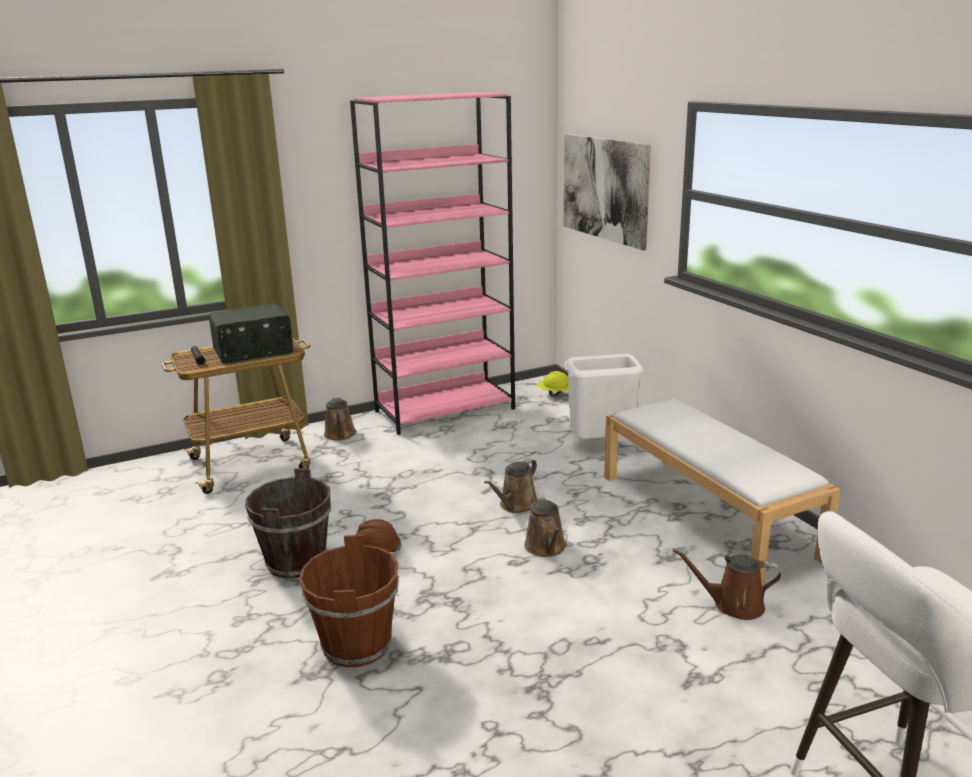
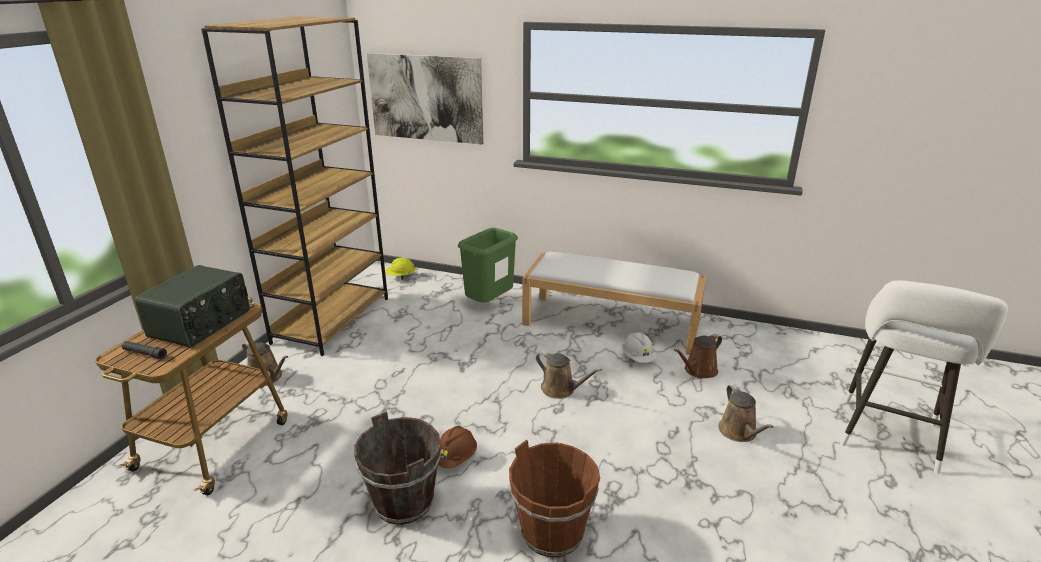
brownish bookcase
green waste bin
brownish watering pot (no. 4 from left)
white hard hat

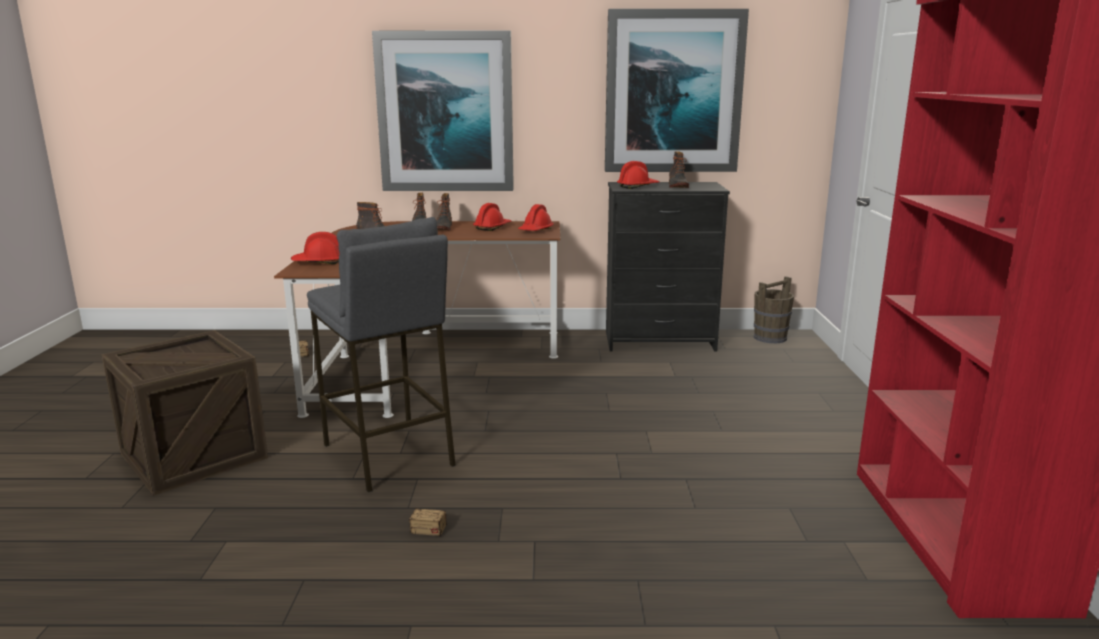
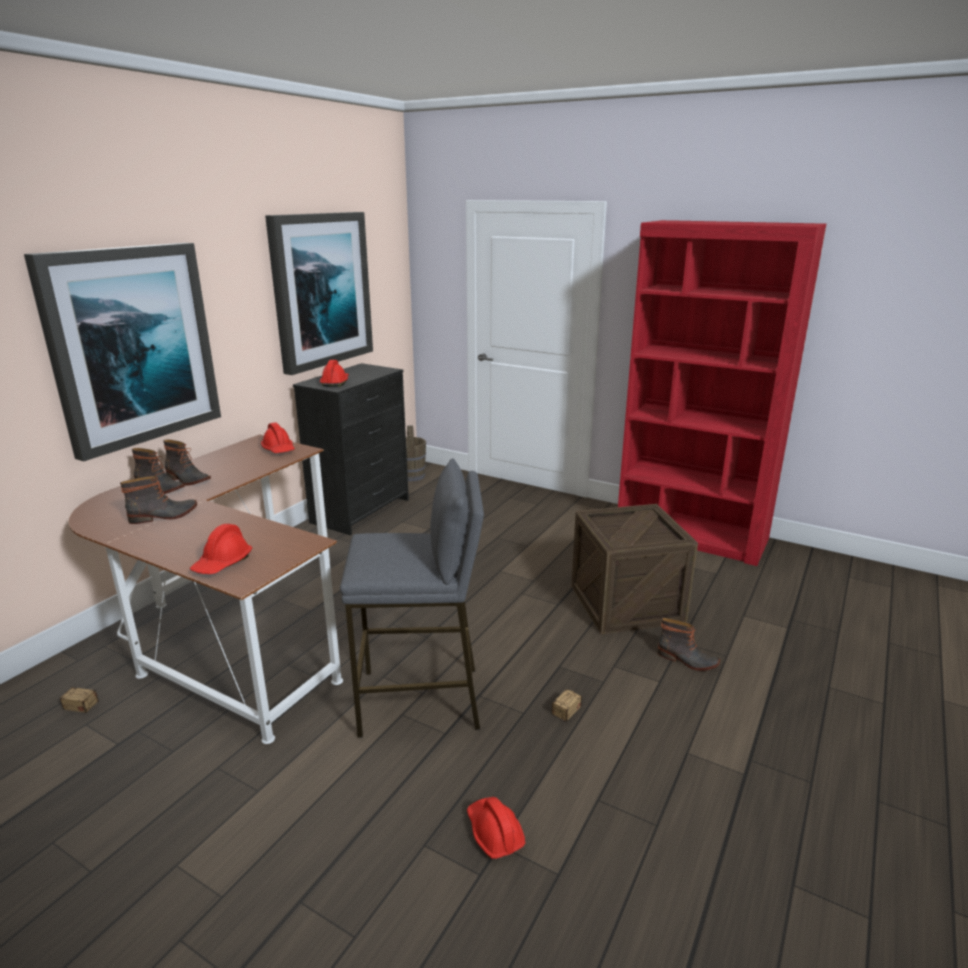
tall boot (no. 4 from left)
reddish hard hat (no. 4 from left)
packing crate

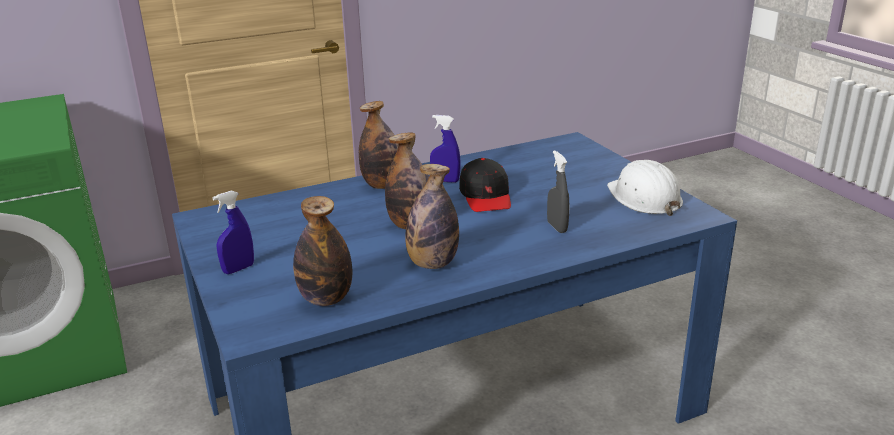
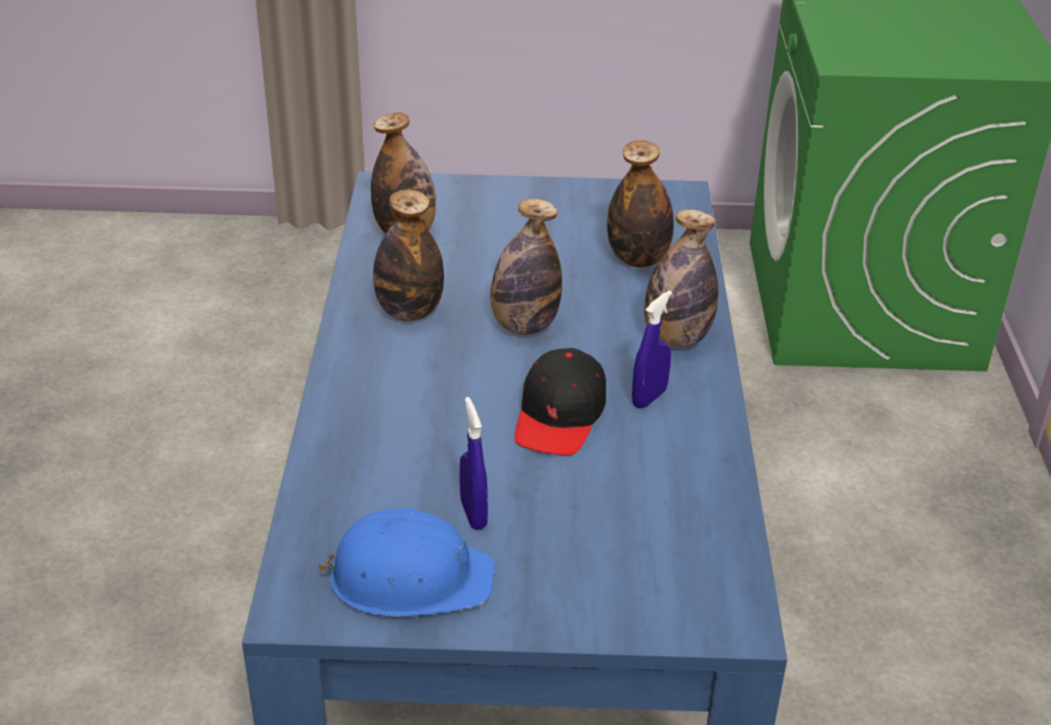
greyish spray bottle
blackish cap
blue-coloured hard hat
blue-coloured spray bottle (no. 1 from left)
drink bottle (no. 4 from left)

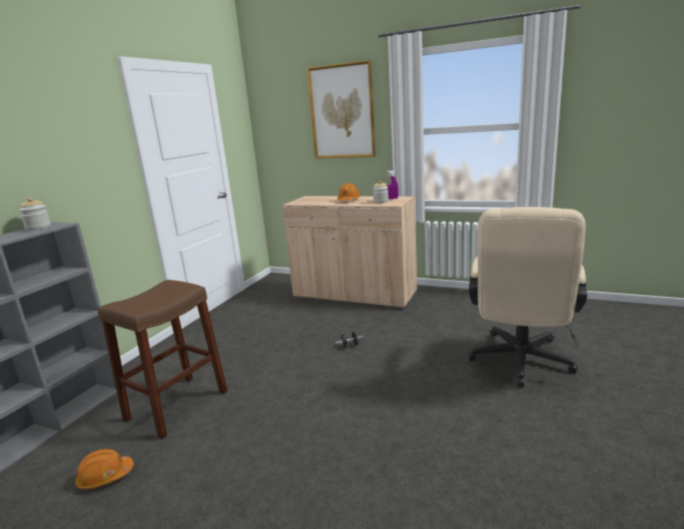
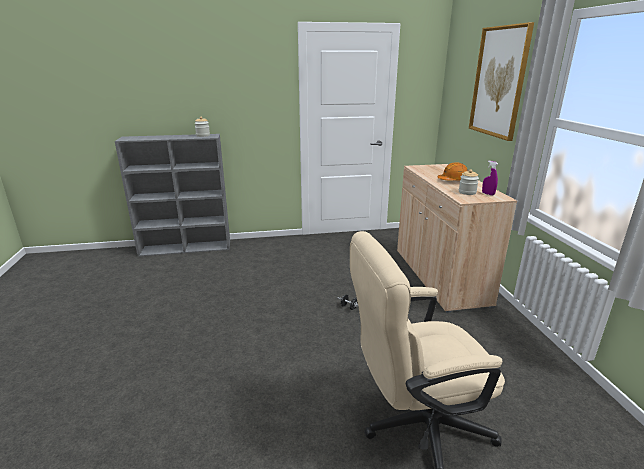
brownish sitting stool
orange hard hat (no. 1 from left in the first image)

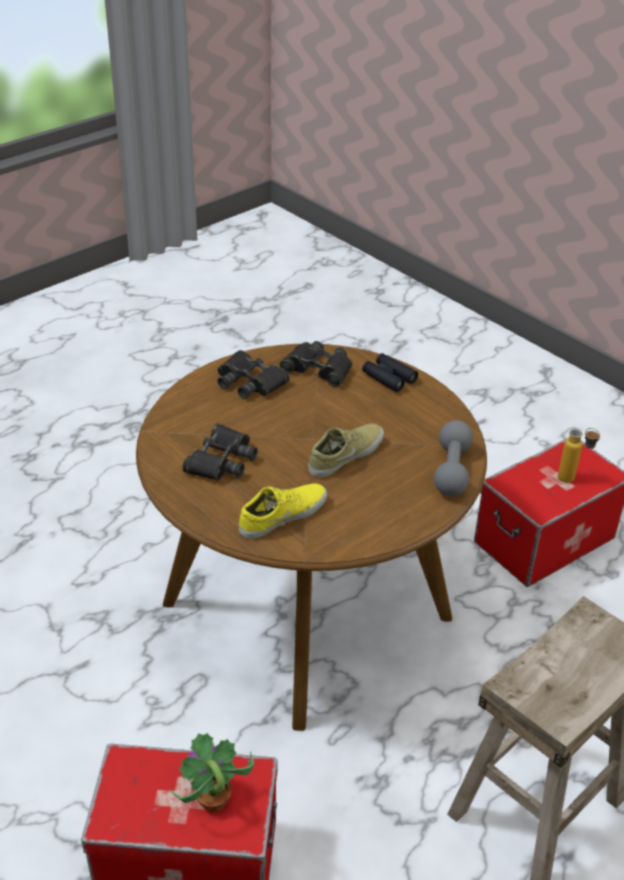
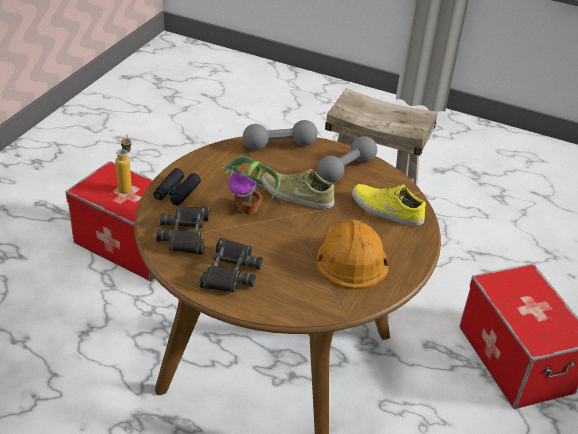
orange hard hat
houseplant
greyish hand weight (no. 2 from left)

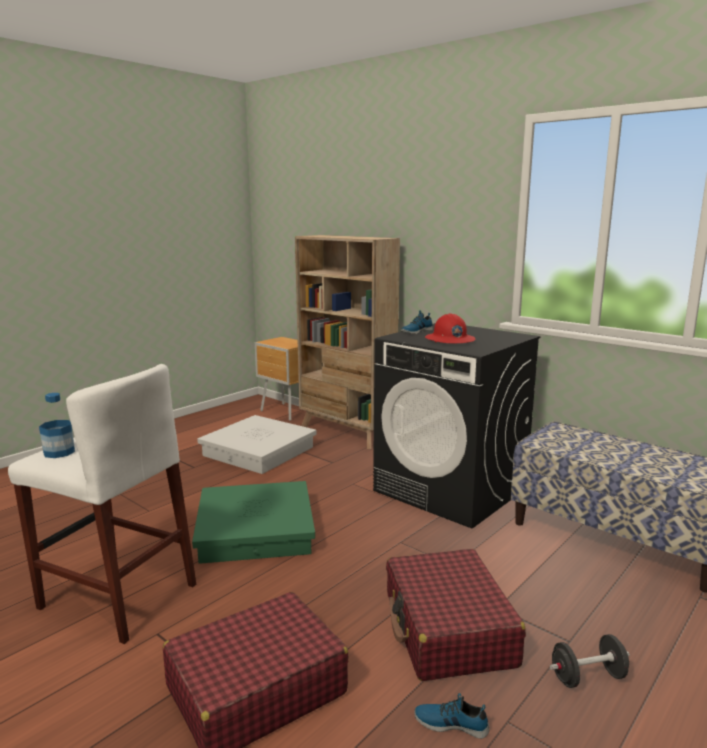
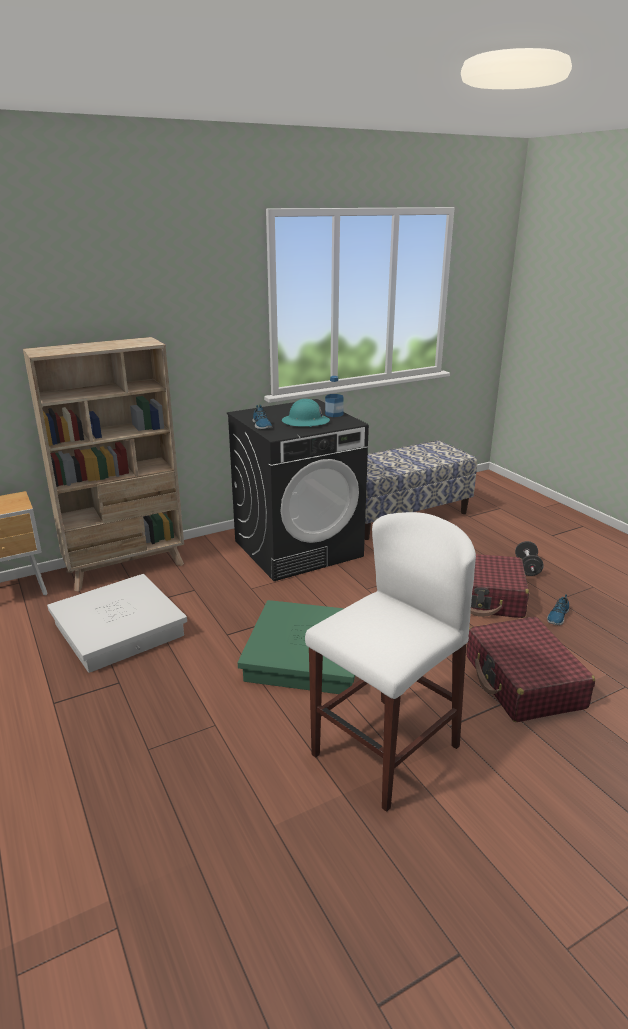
turquoise hard hat
drink bottle

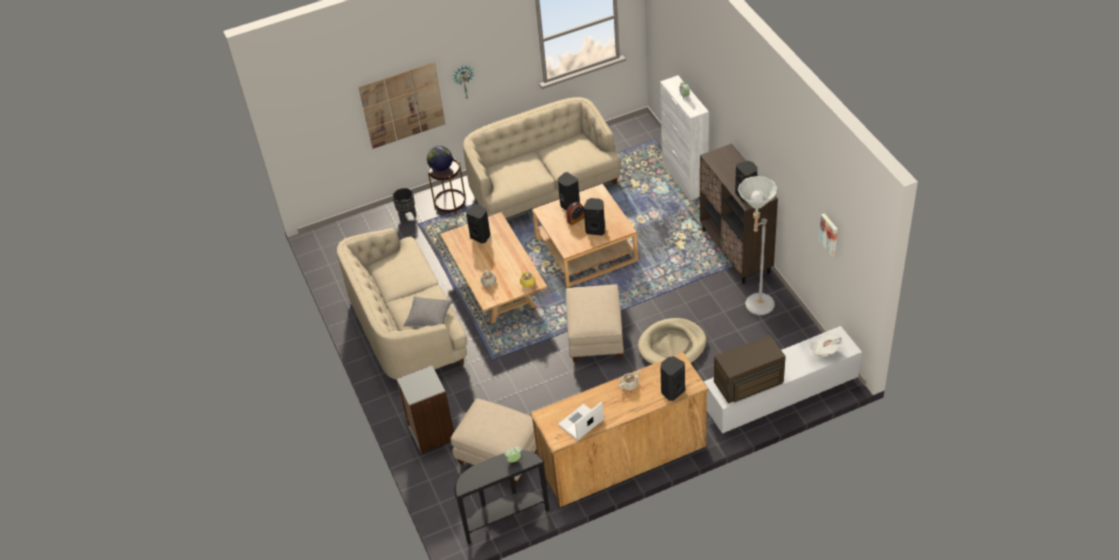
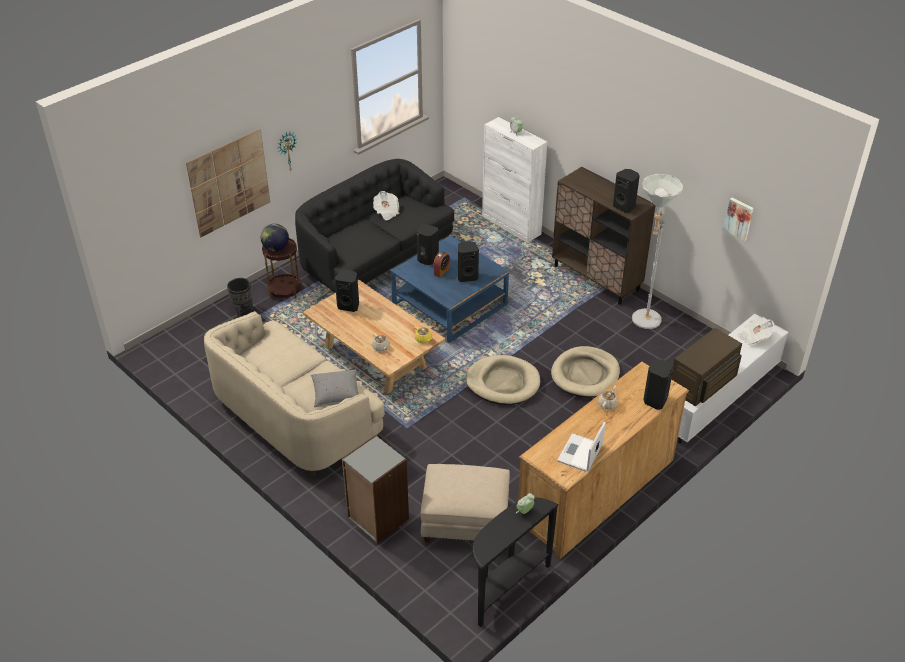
blackish sofa
blue-coloured low table
beige pet bed (no. 1 from left)
daily paper (no. 1 from left)

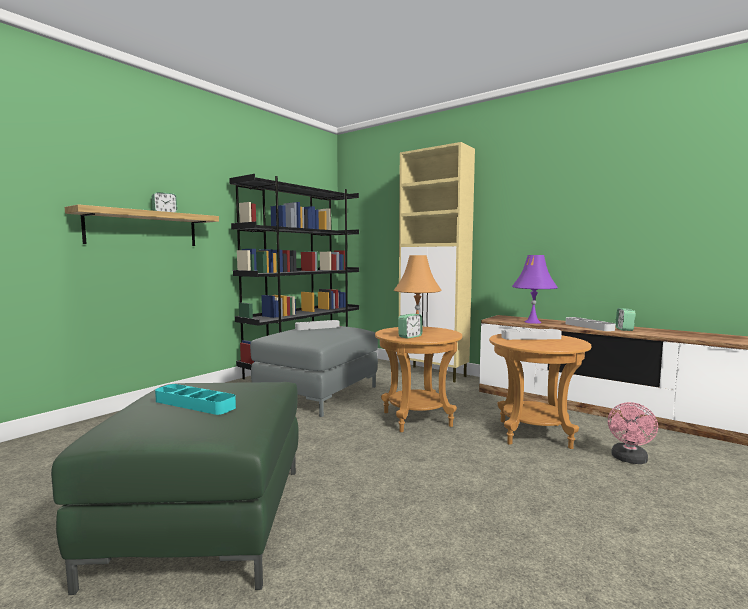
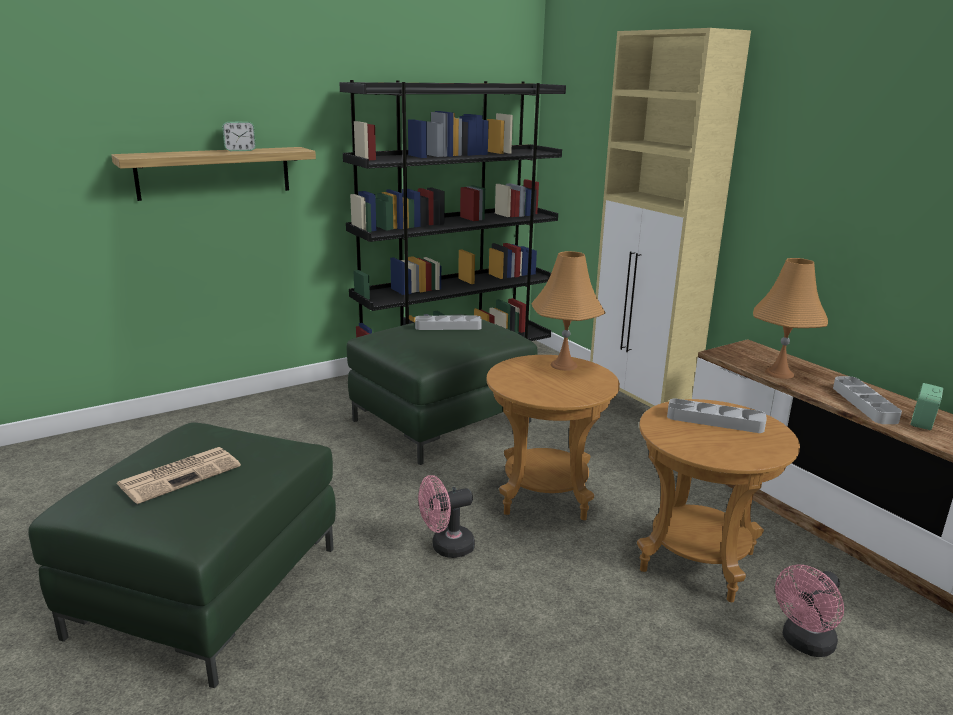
orange tabletop lamp (no. 2 from left)
alarm clock (no. 2 from left in the first image)
green pouffe (no. 2 from left)
daily paper
pink-coloured cooling fan (no. 1 from left)

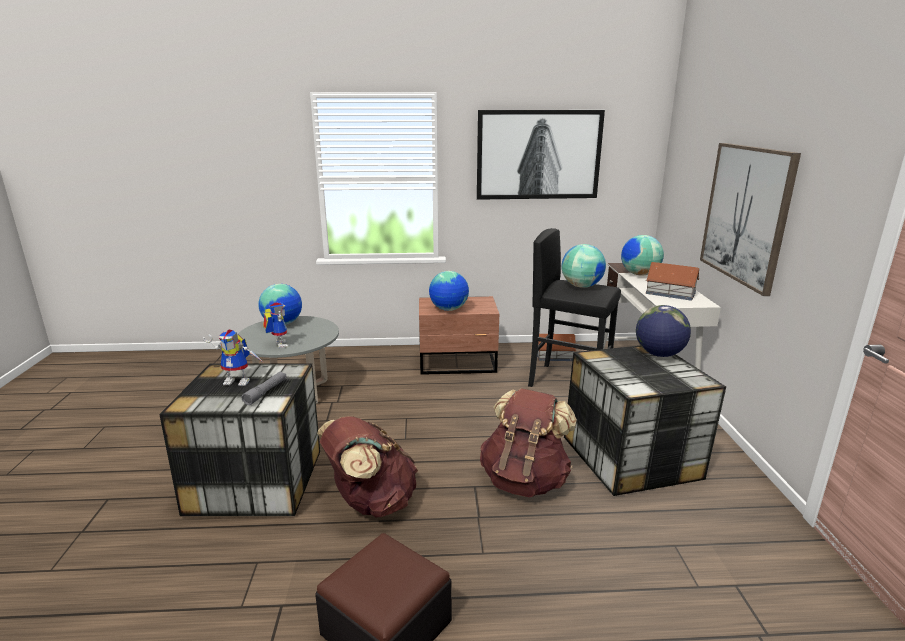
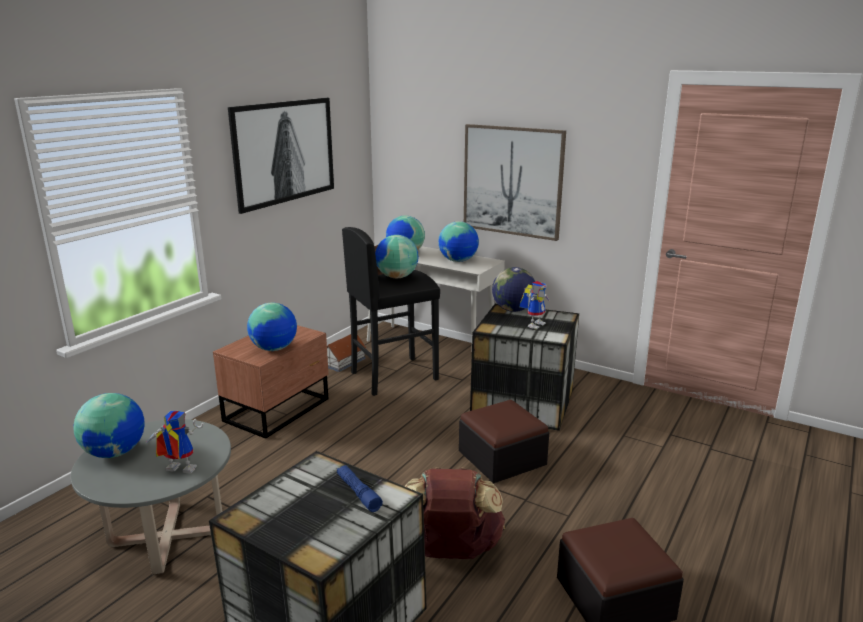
desk globe (no. 5 from left)
toy robot (no. 2 from left)
blue-coloured torch
pouffe (no. 1 from left)

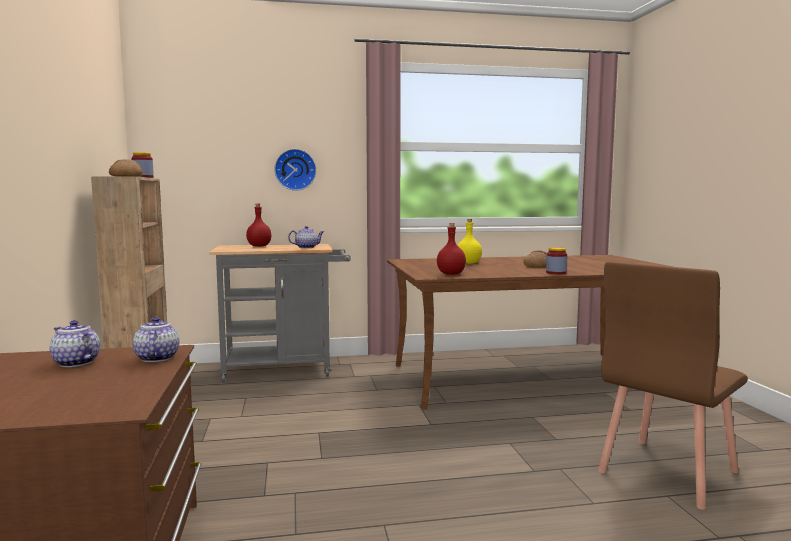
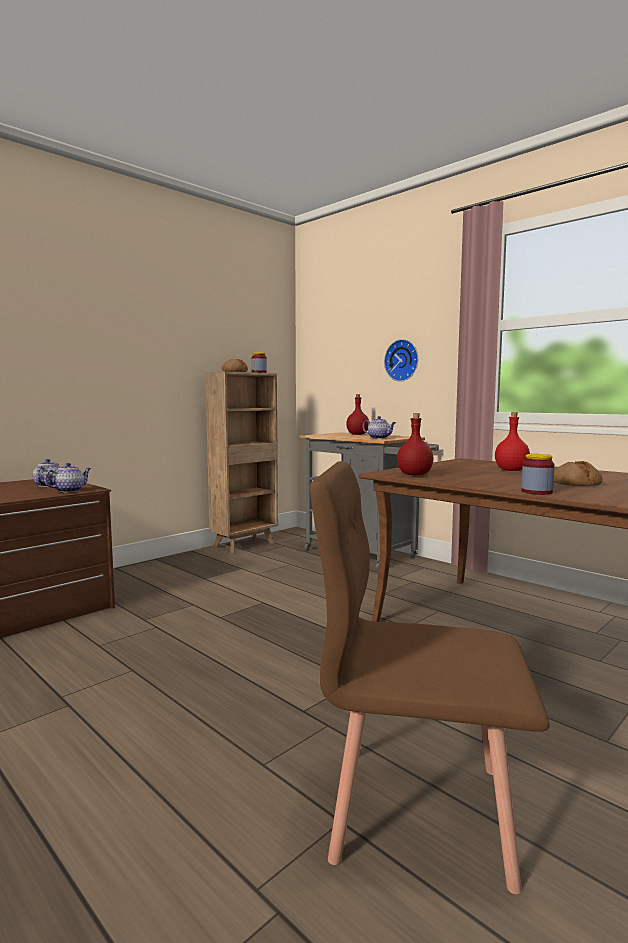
reddish drink bottle (no. 3 from left)

